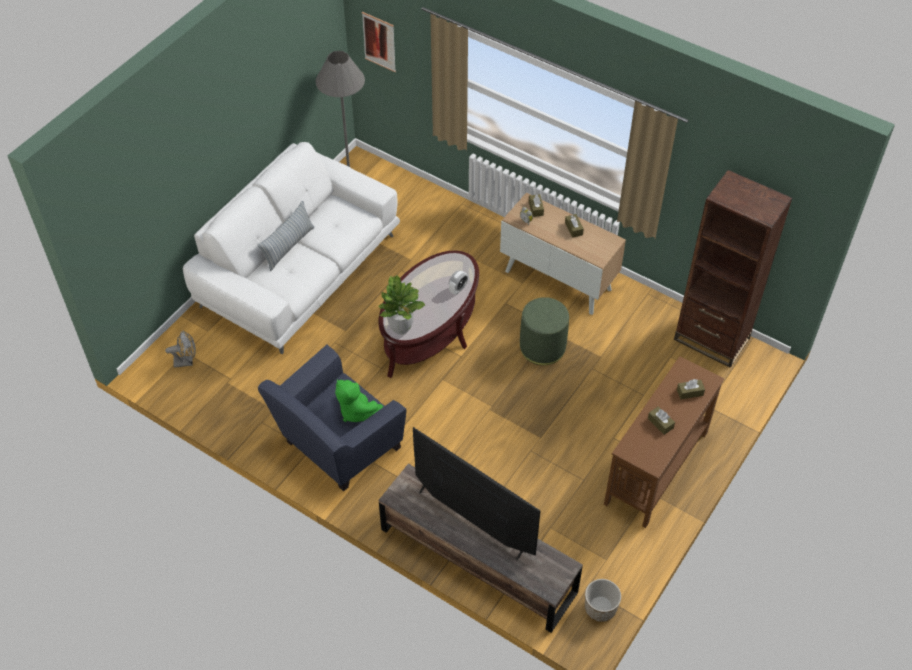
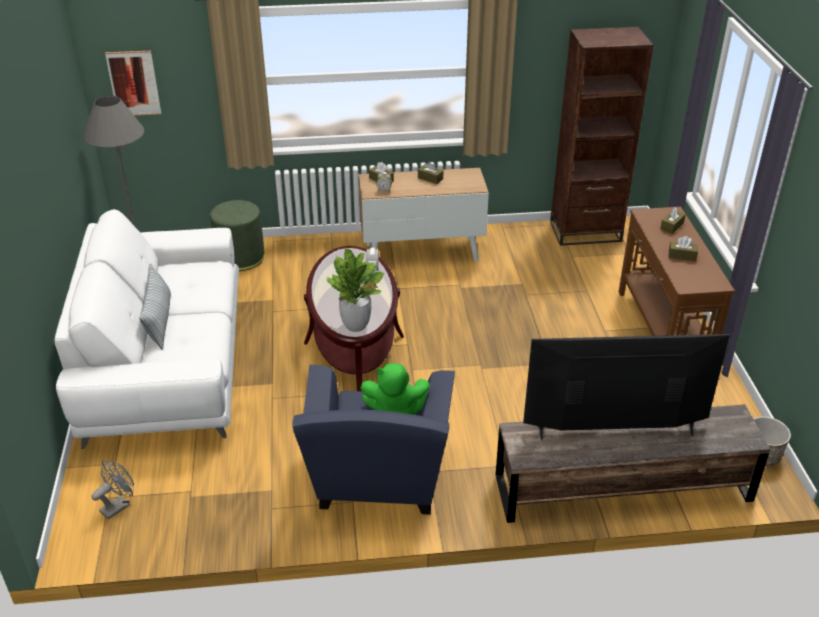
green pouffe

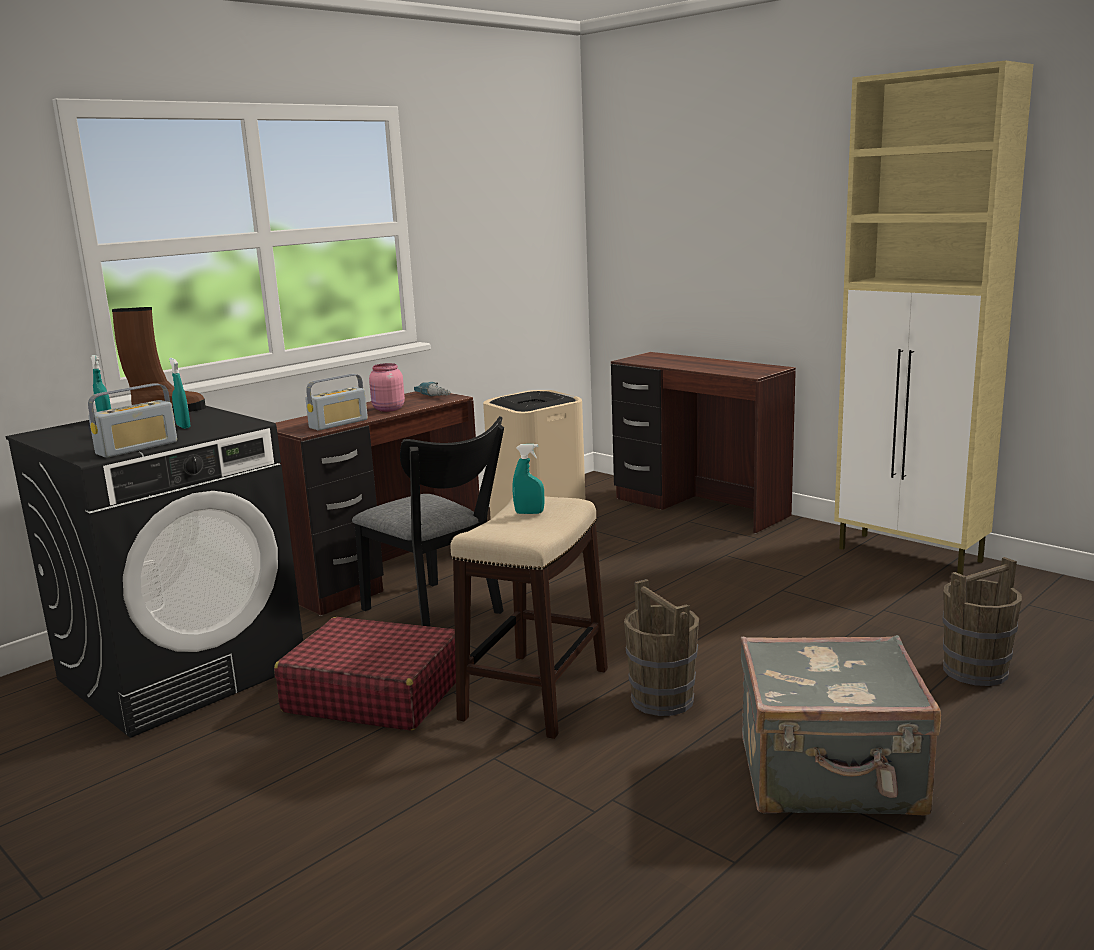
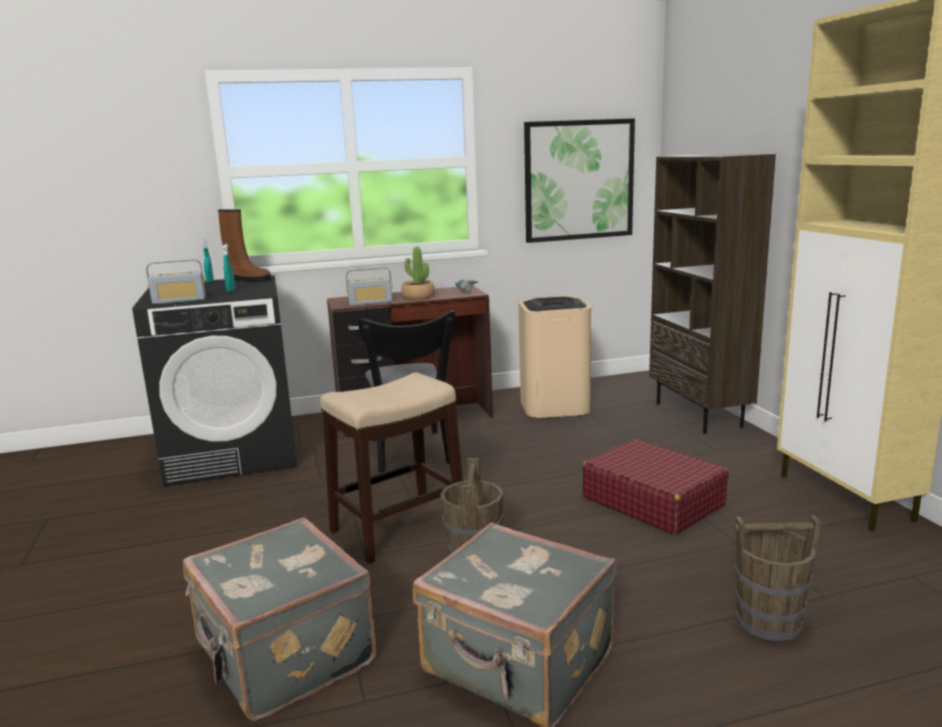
brownish bookcase
houseplant
turquoise spray bottle (no. 3 from left in the first image)
reddish travel case
wall art
greyish travel case (no. 1 from left)

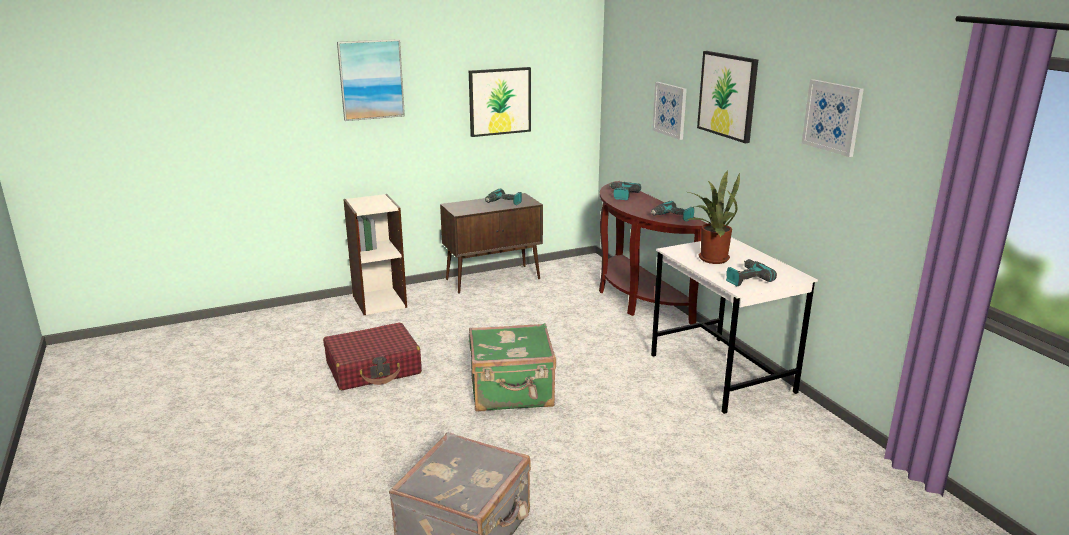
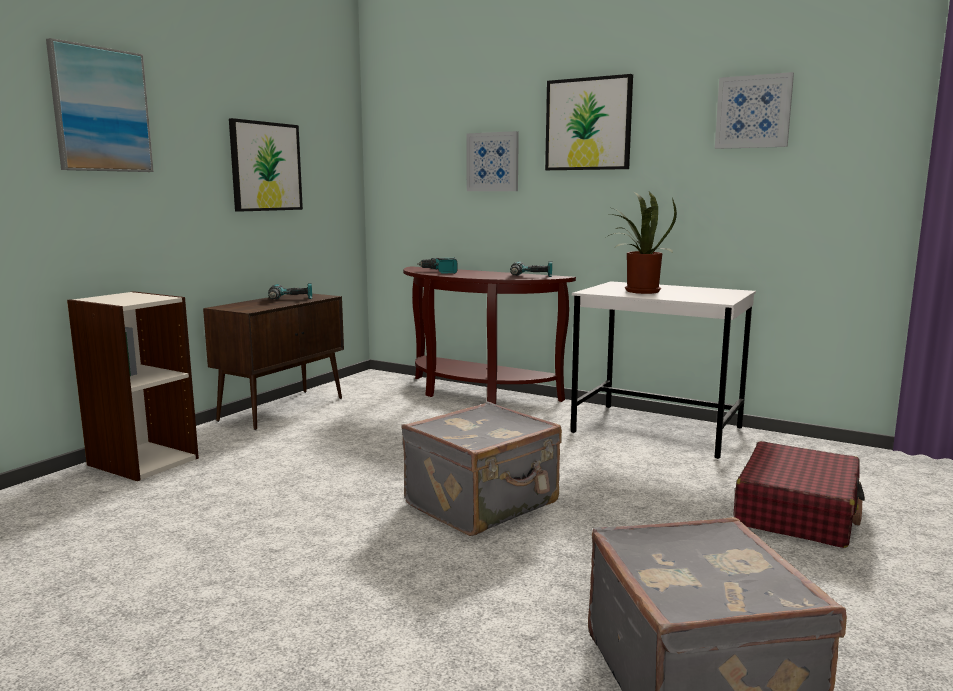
electric drill (no. 4 from left in the first image)
reddish travel case
greyish travel case (no. 1 from left)

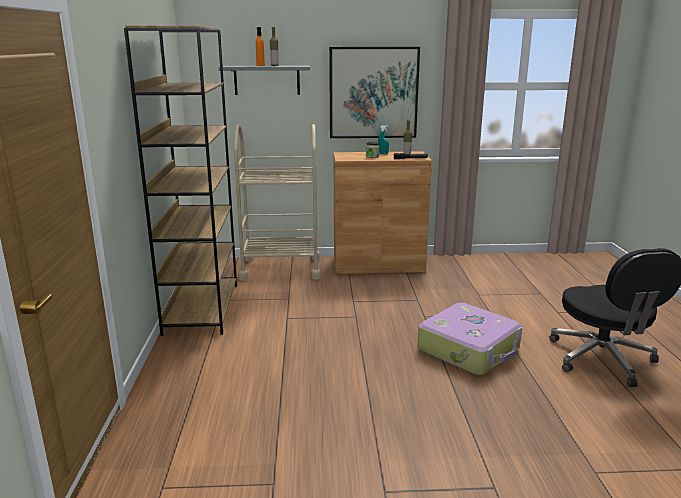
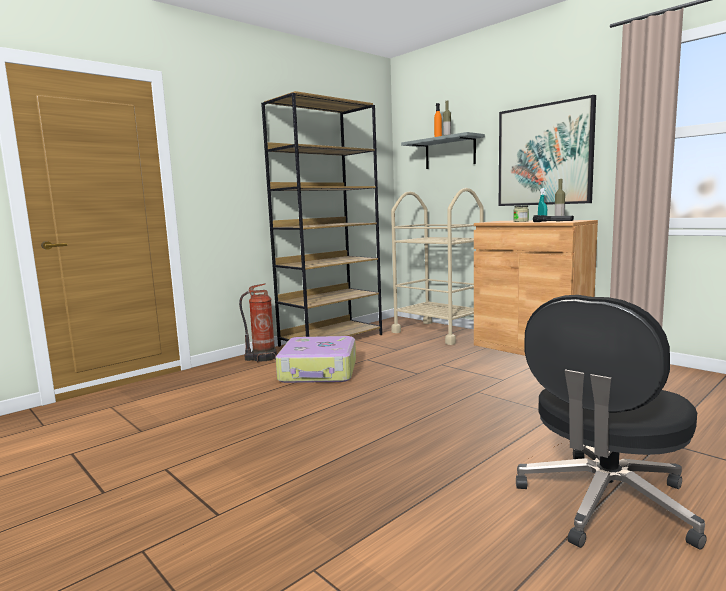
travel case
extinguisher

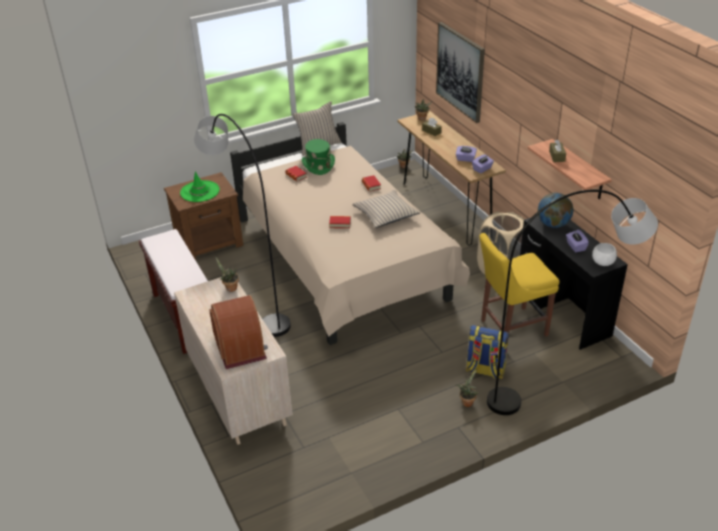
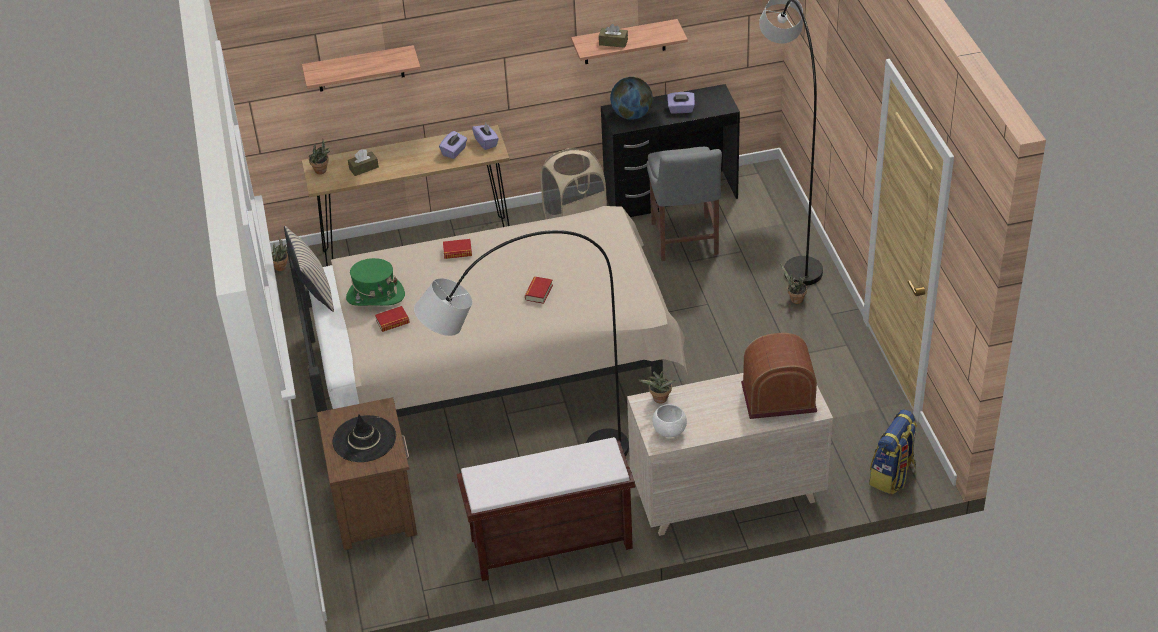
wall shelf (no. 1 from left)
blackish wearable hat
beige pillow (no. 2 from left in the first image)
greyish upright chair
white bowl
knapsack

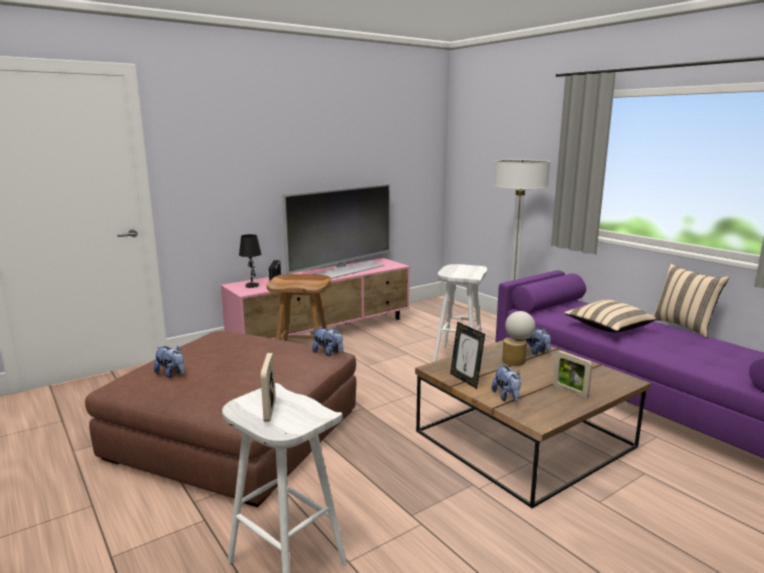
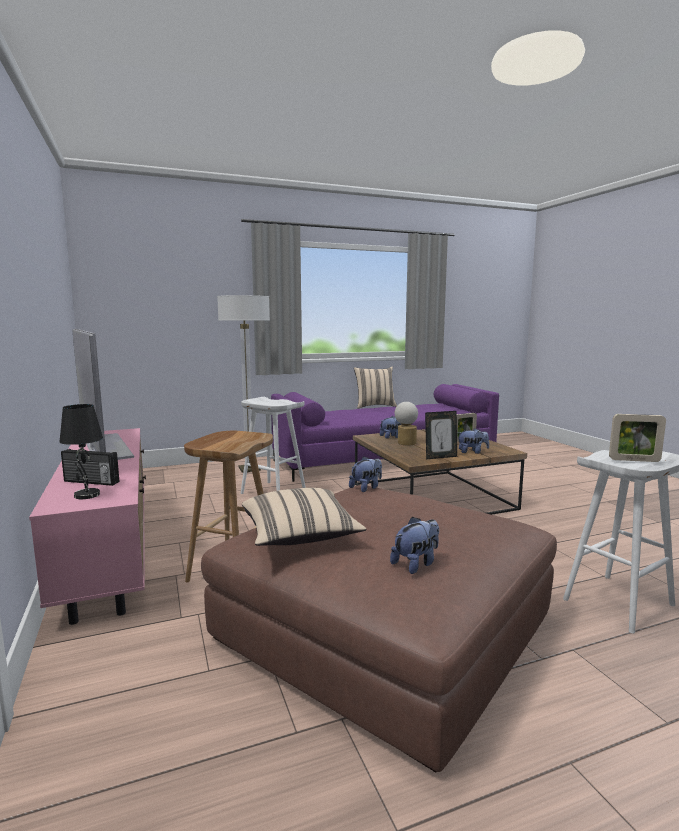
beige pillow (no. 1 from left)

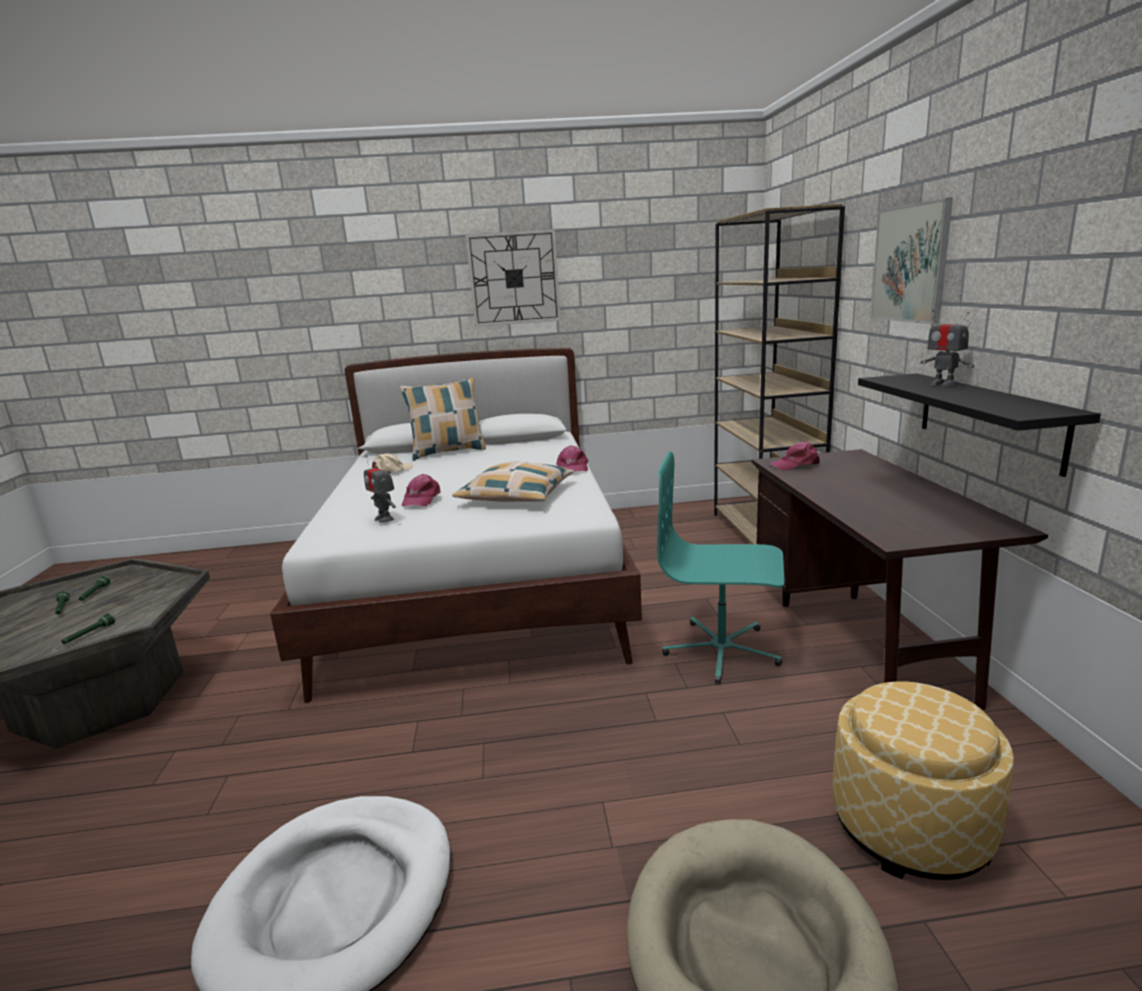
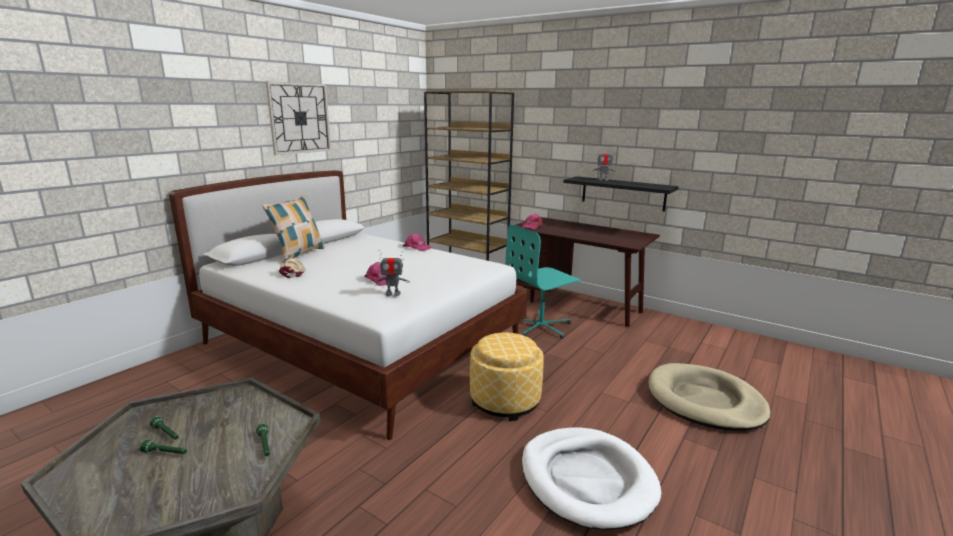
wall art
pillow (no. 2 from left in the first image)
pouffe

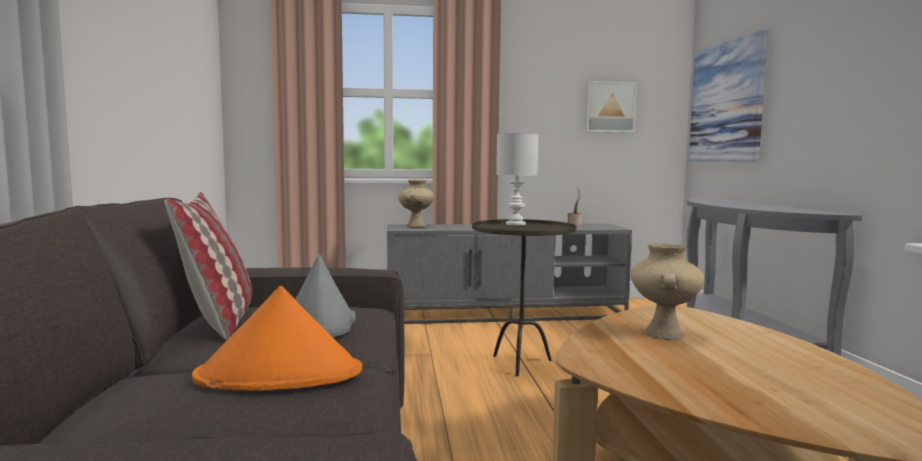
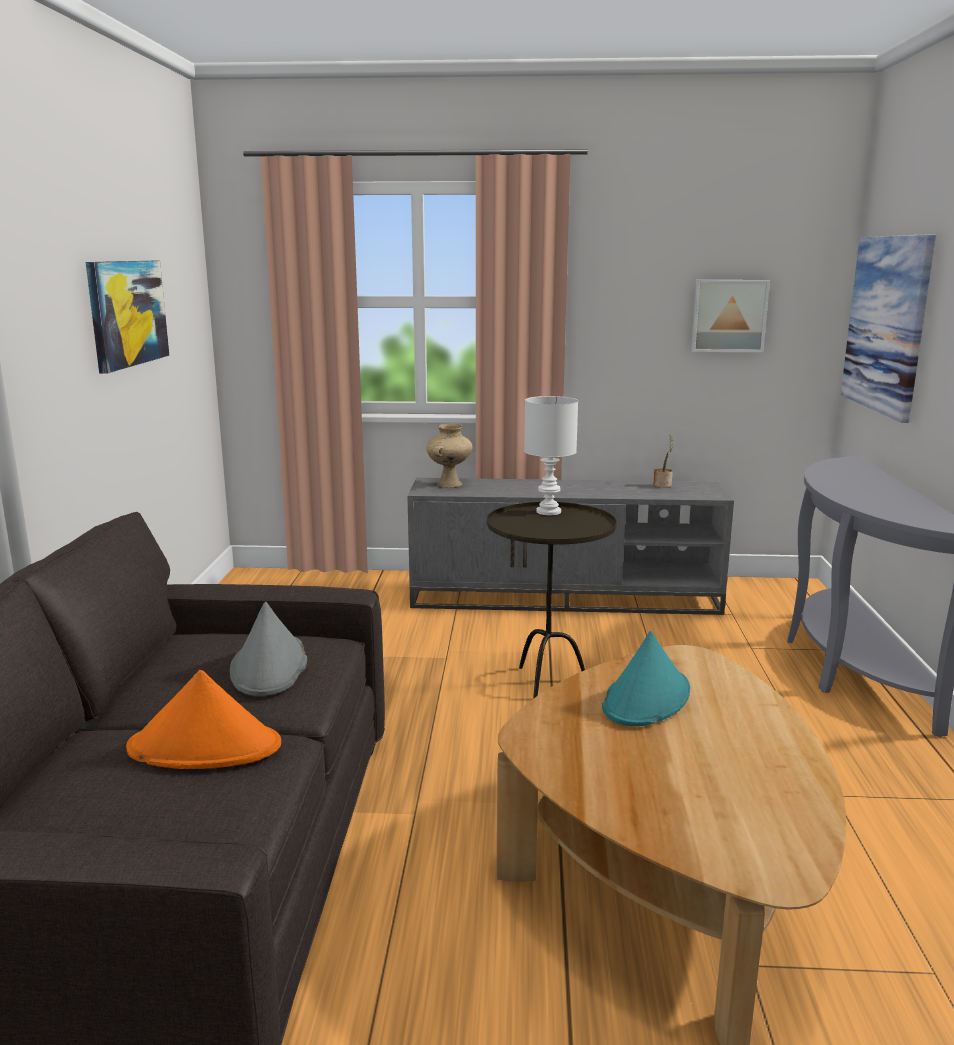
pillow
turquoise wearable hat
wall art (no. 1 from left)

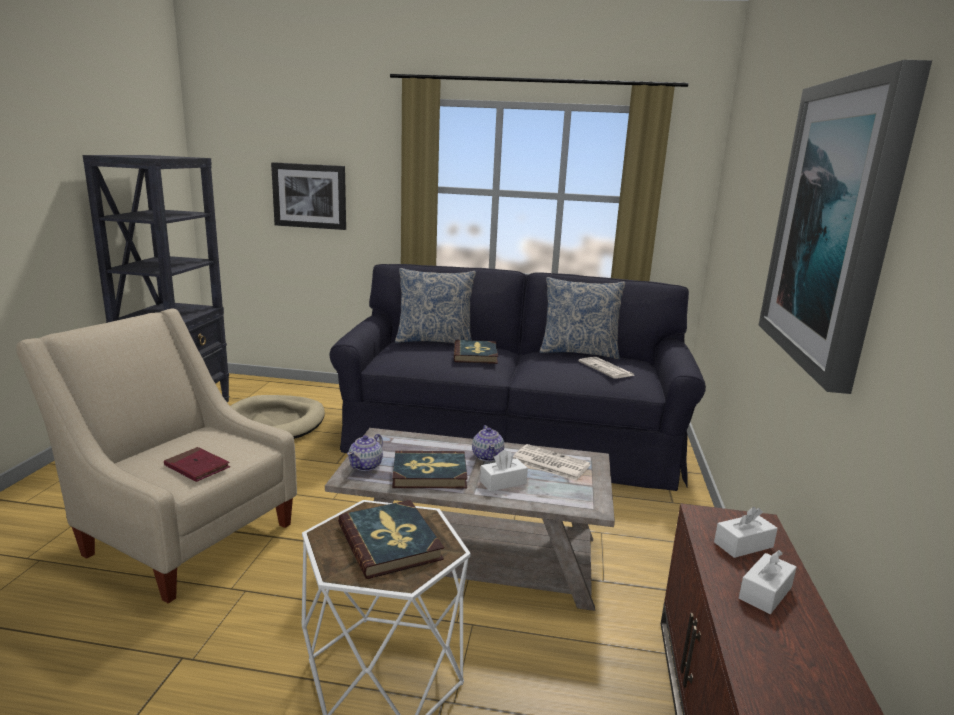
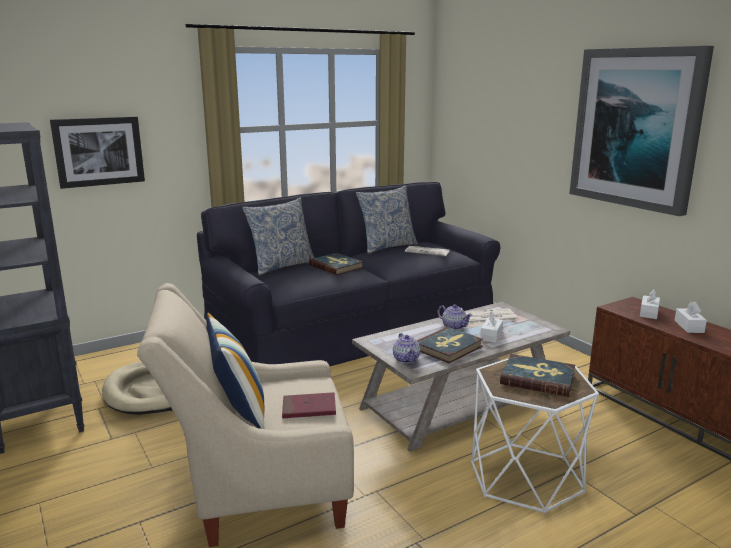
pillow (no. 1 from left)

